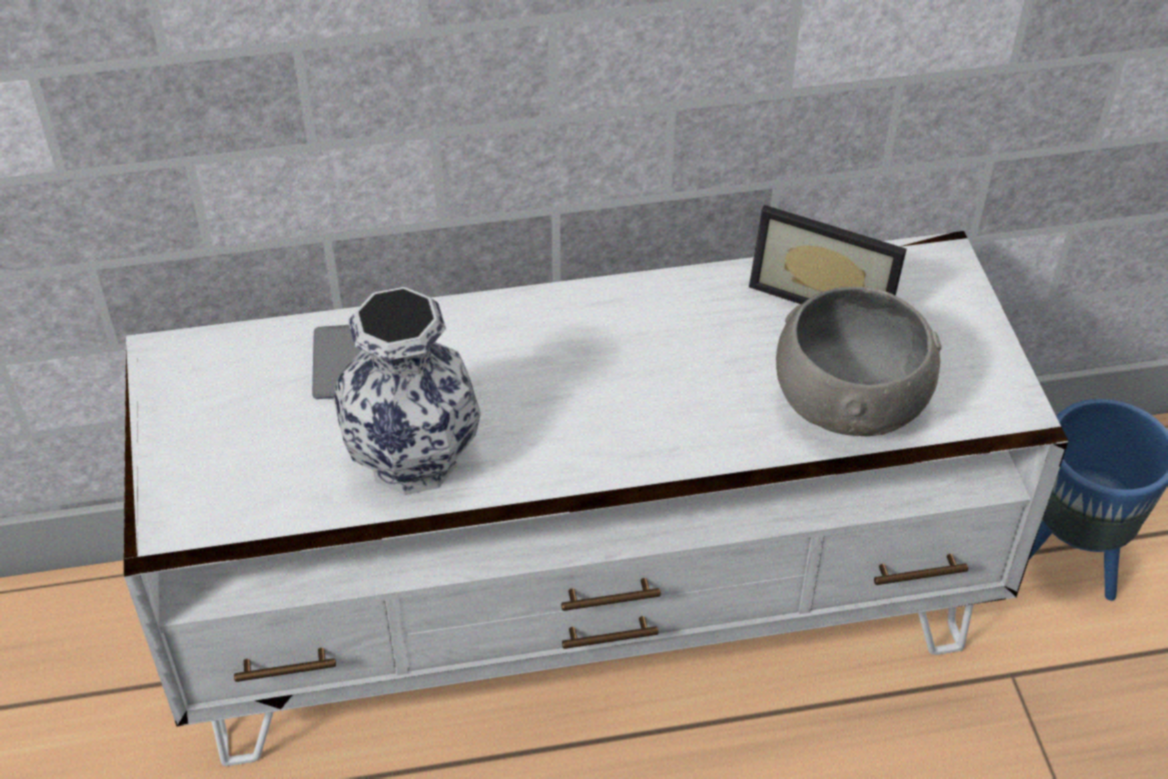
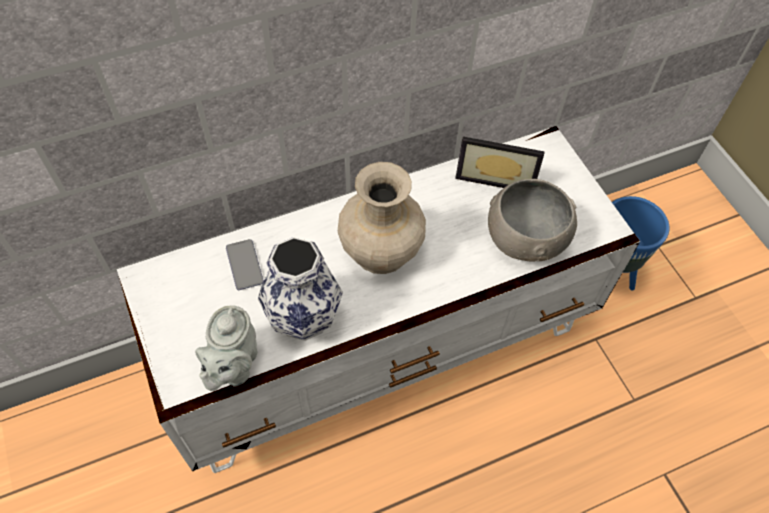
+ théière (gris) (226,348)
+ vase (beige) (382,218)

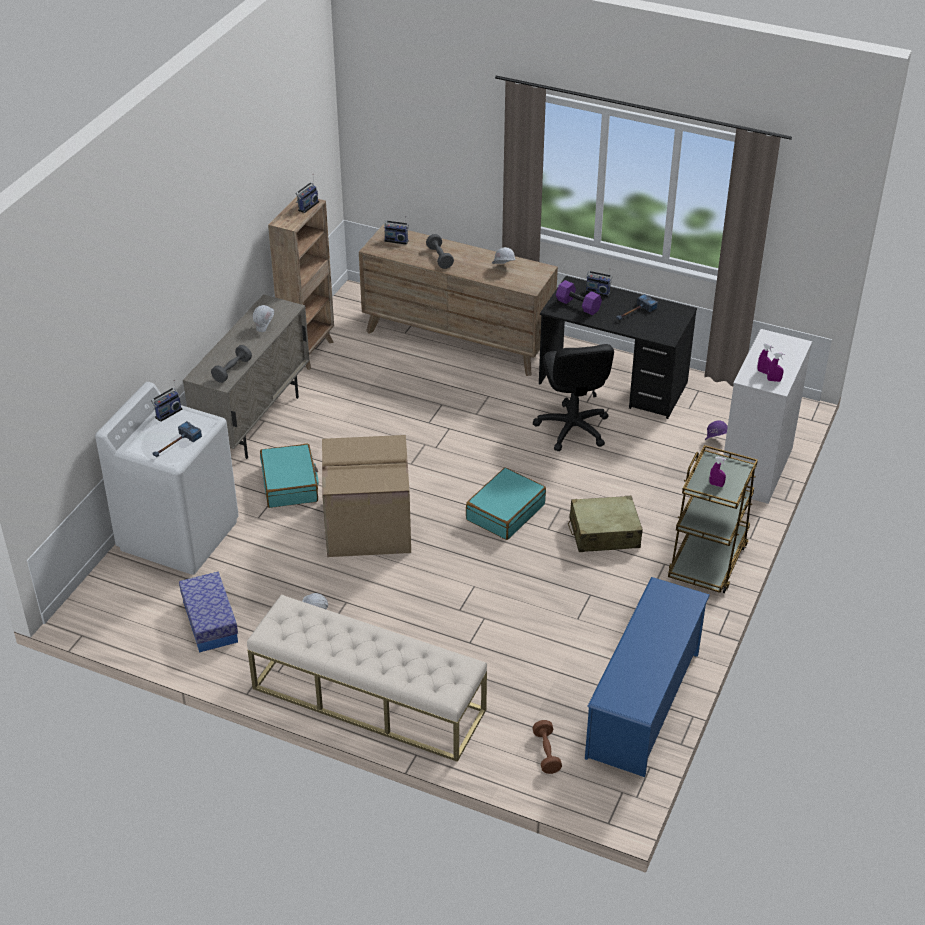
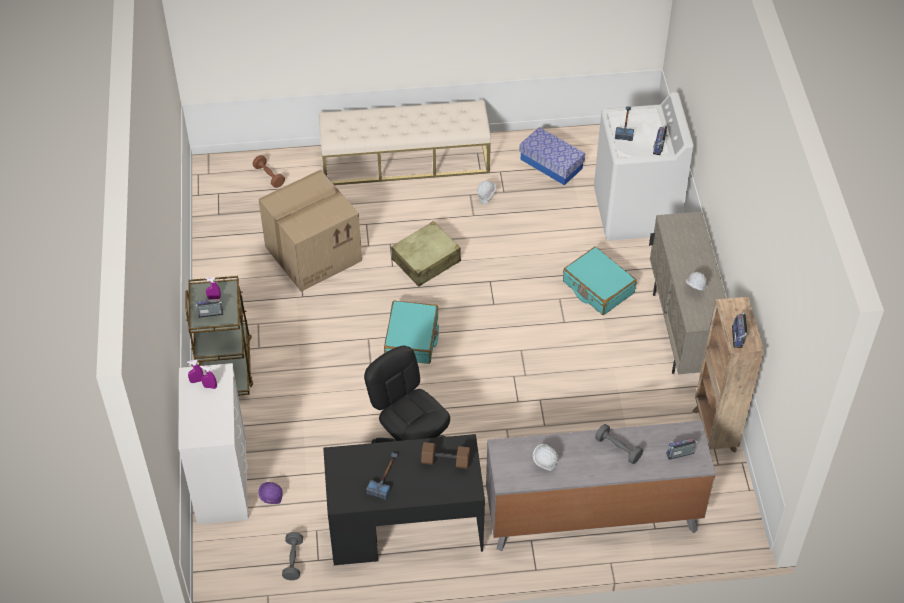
~ radio (599,282) to (209,306)
~ carton (366,496) to (310,231)
~ haltère (gris) (231,364) to (292,556)
~ valise (beige) (605,524) to (426,254)
~ haltère (violet) (579,297) to haltère (marron) (445,455)
~ commode (marron) (458,300) to commode (gris) (601,486)
- étagère à chaussures (bleu) (647,677)

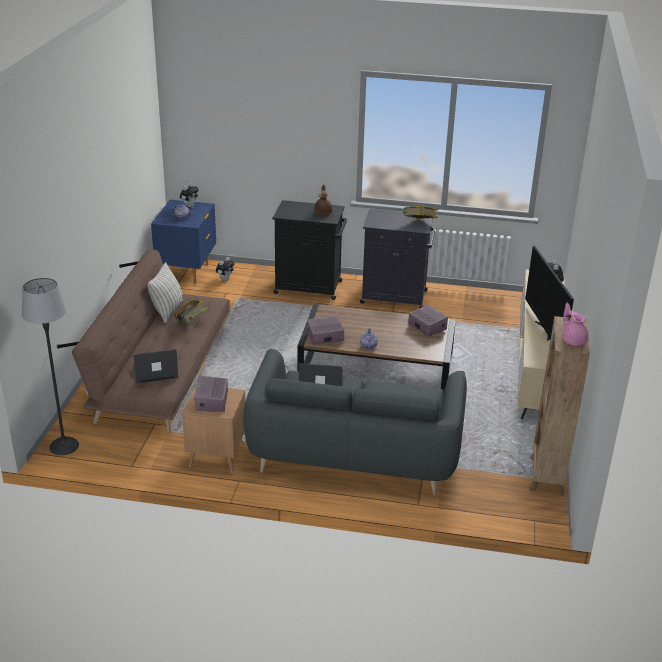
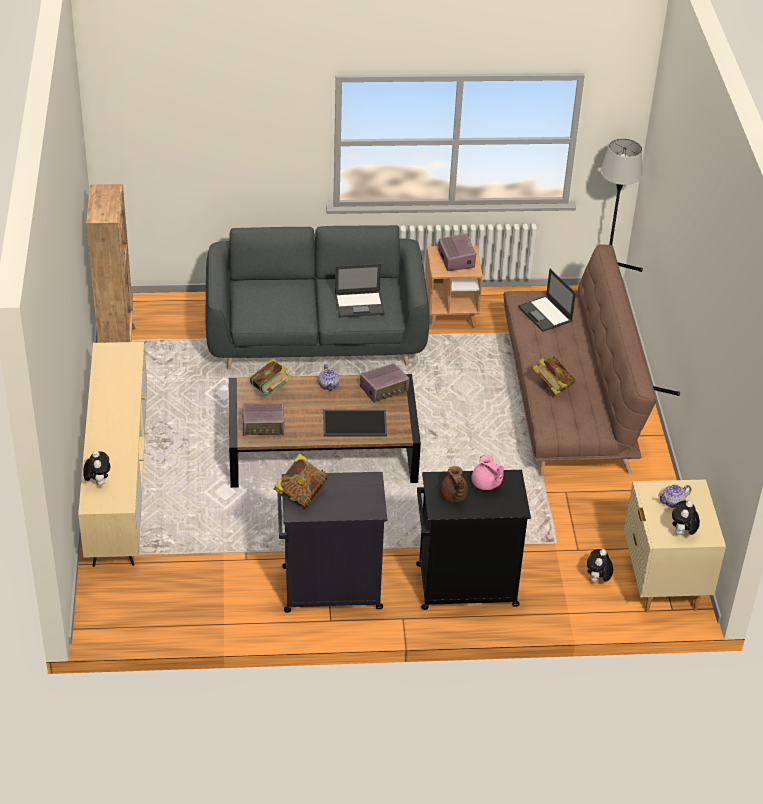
~ radio (428,320) = (263,419) 45 degrees counterclockwise
+ livre (271,377)
+ plateau (355,423)
~ théière (rose) (575,324) to (487,472)
~ ordinateur portable (155,366) = (547,300) 90 degrees clockwise
~ table de chevet (bleu) (183,242) to table de chevet (beige) (675,545)
- coussin (165,292)
- téléviseur (549,293)

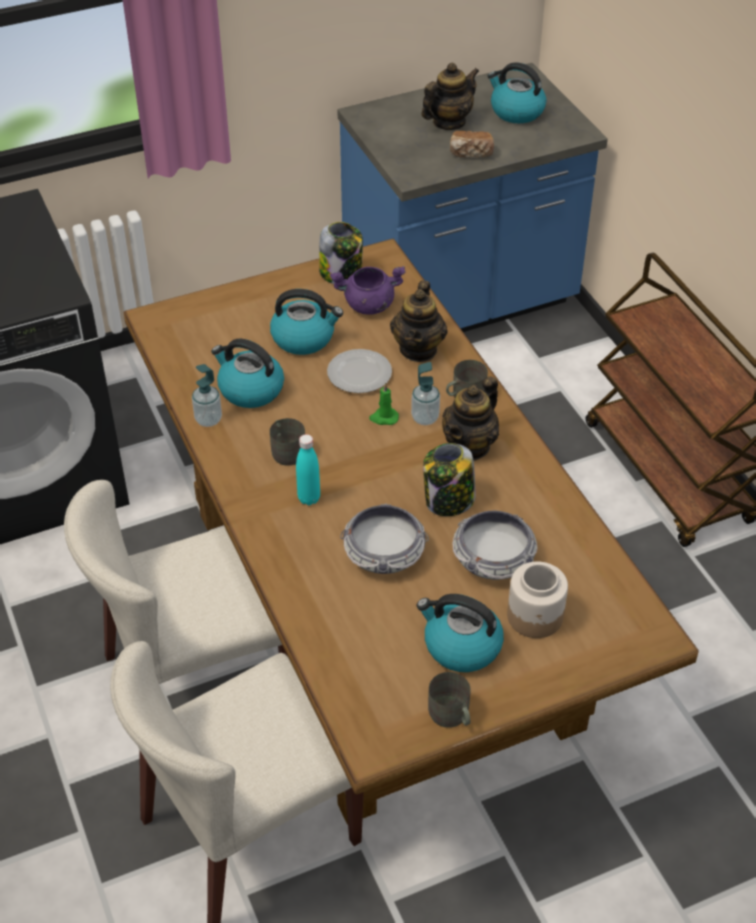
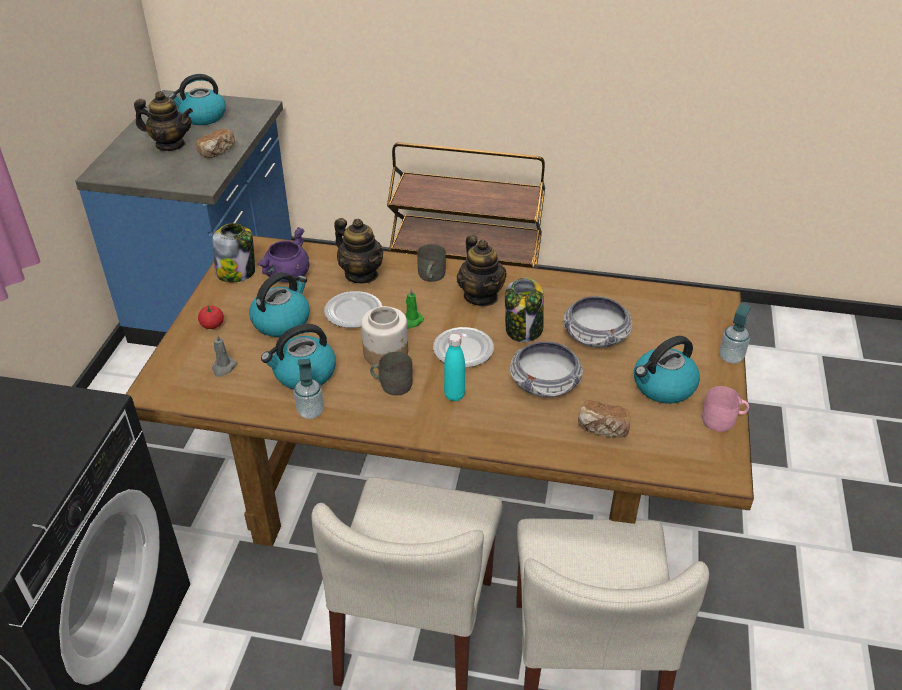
~ théière (450,96) = (163,121) 105 degrees clockwise
+ tomate (211,317)
+ bougie (gris) (224,355)
~ bocal (537,599) to (384,335)
+ assiette (463,347)
+ pain (604,419)
~ mug (gris) (449,700) to mug (rose) (725,409)
~ distributeur de savon (425,393) to (735,333)

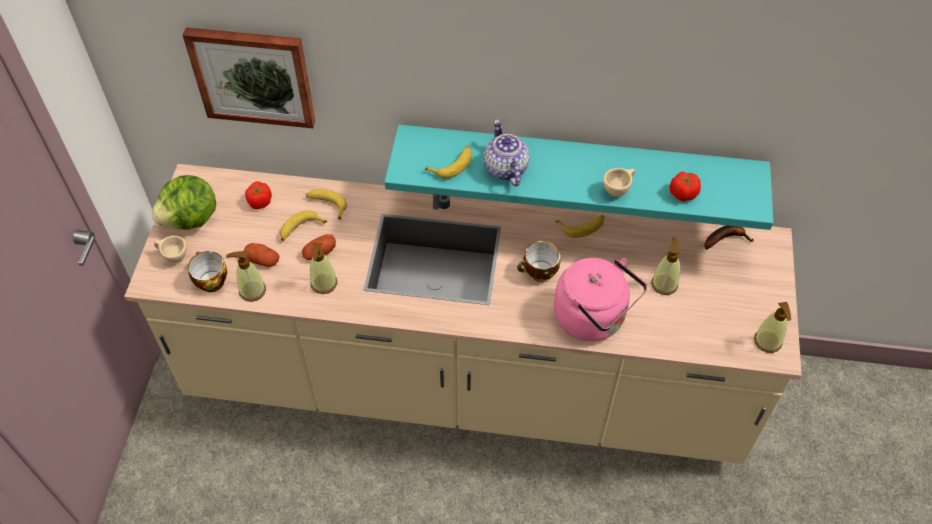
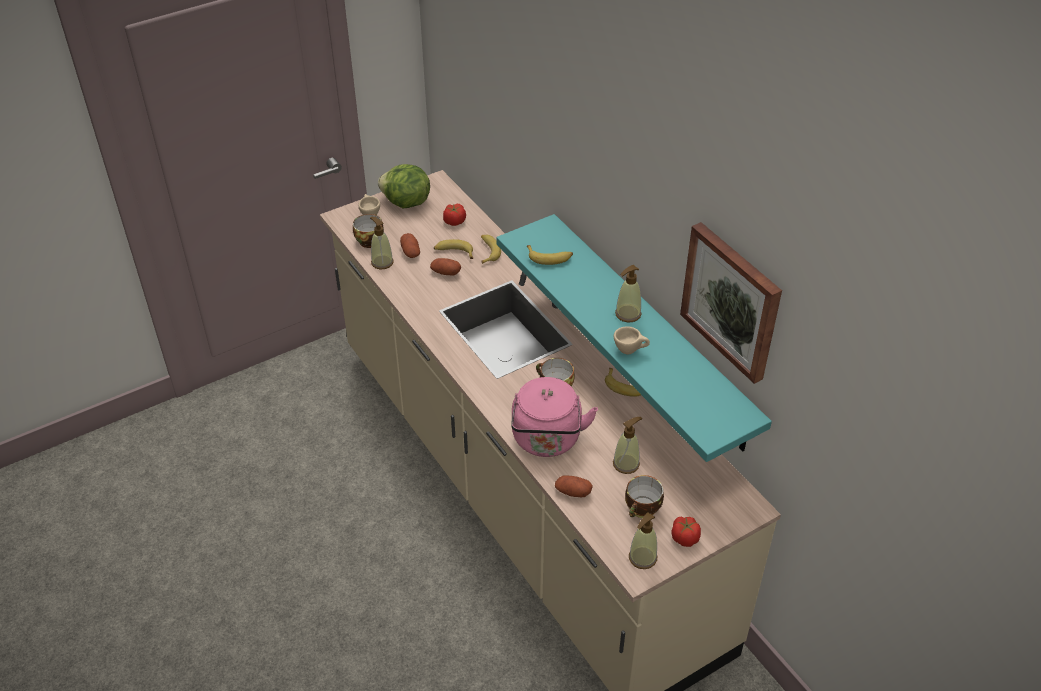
+ pomme de terre (574,486)
~ distributeur de savon (323,268) to (628,293)
+ tasse (644,496)
~ tomate (685,186) to (686,532)
~ tableau (249,77) to (731,303)
- théière (507,153)
- banane (729,237)

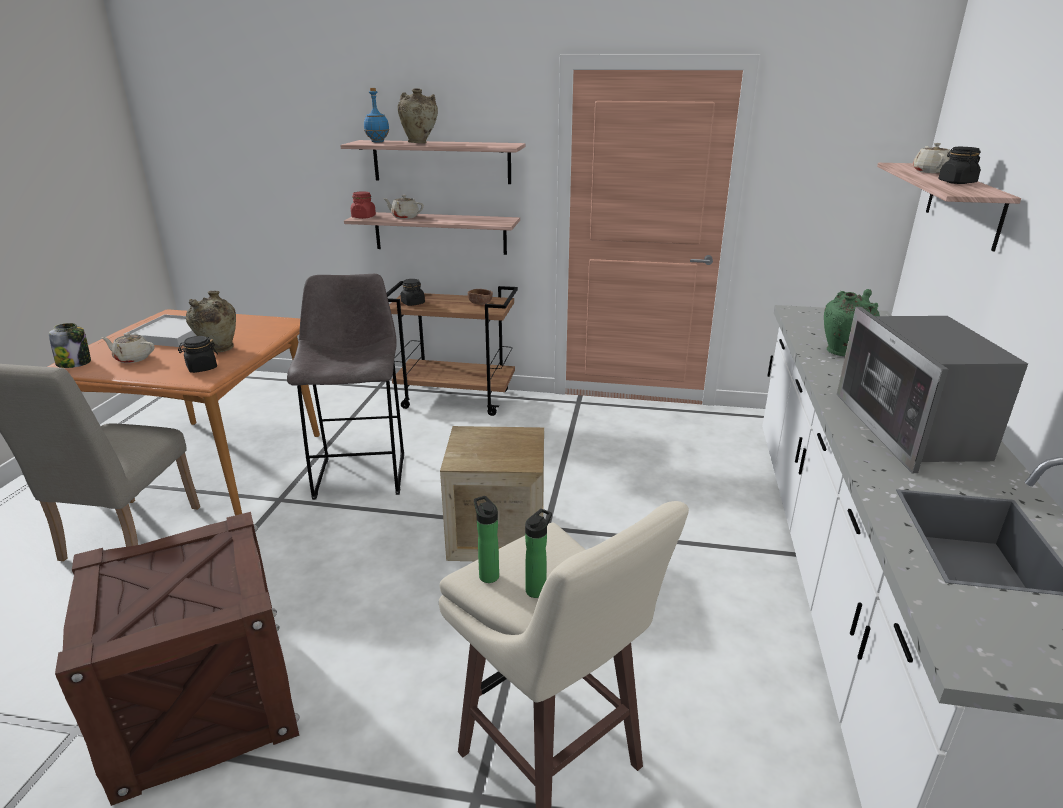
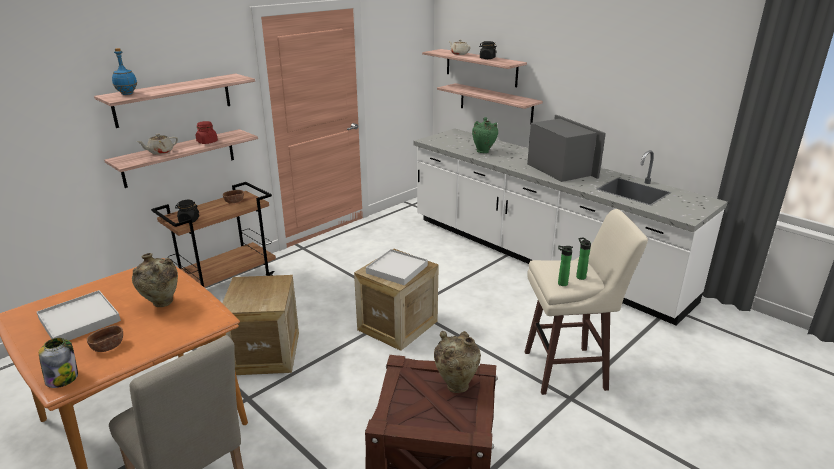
~ théière (beige) (128,348) to bol (marron) (105,338)
~ bocal (rouge) (363,205) to (207,132)
~ tabouret (gris) (345,387) to caisse (260,325)
+ plateau (blanc) (397,267)
~ vase (beige) (417,115) to (457,362)
+ étagère (490,104)
~ micro-ondes (932,390) = (566,148) 150 degrees counterclockwise
- bocal (noir) (198,354)

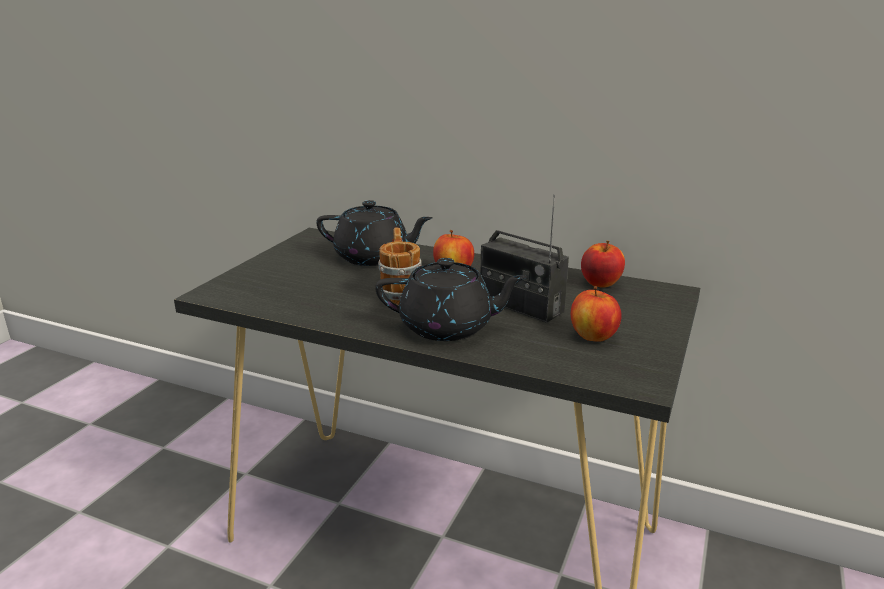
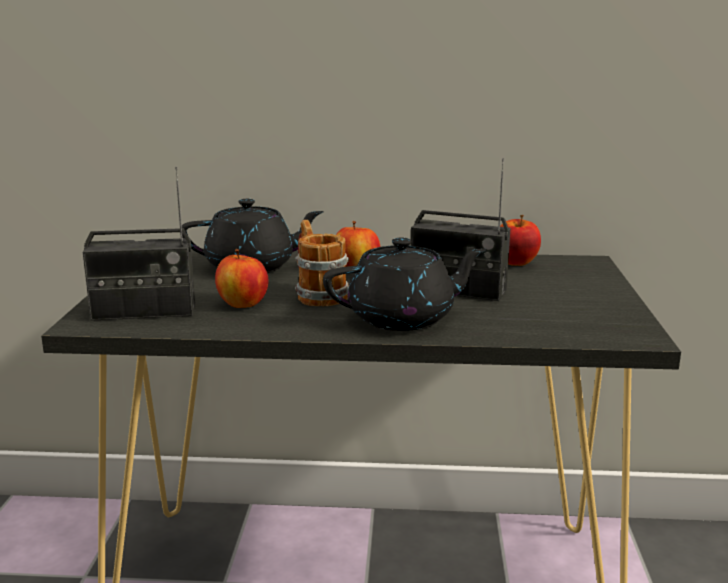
+ radio (139,244)
~ pomme (596,314) to (241,278)

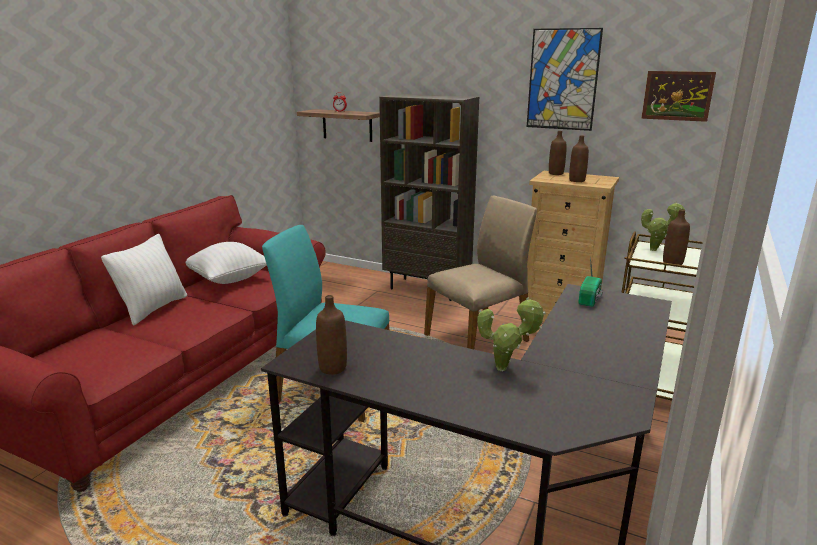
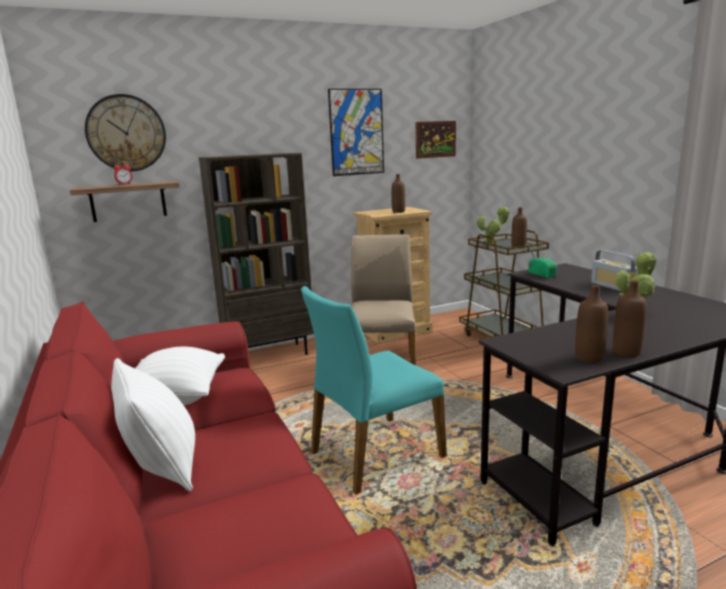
+ horloge murale (125,132)
+ radio (614,271)
~ bouteille (marron) (558,153) to (630,318)

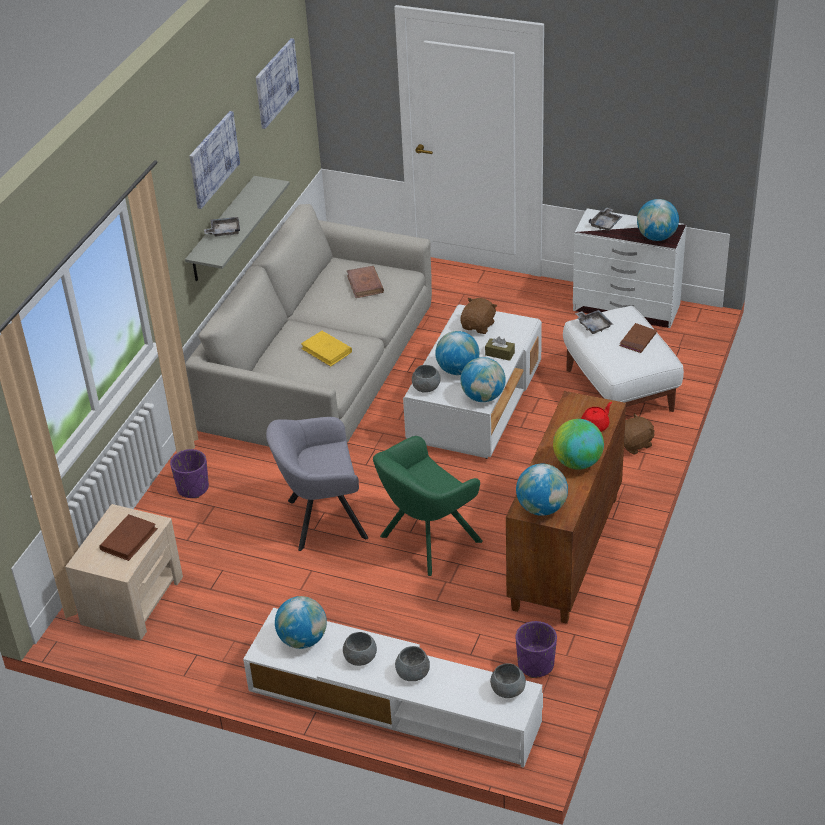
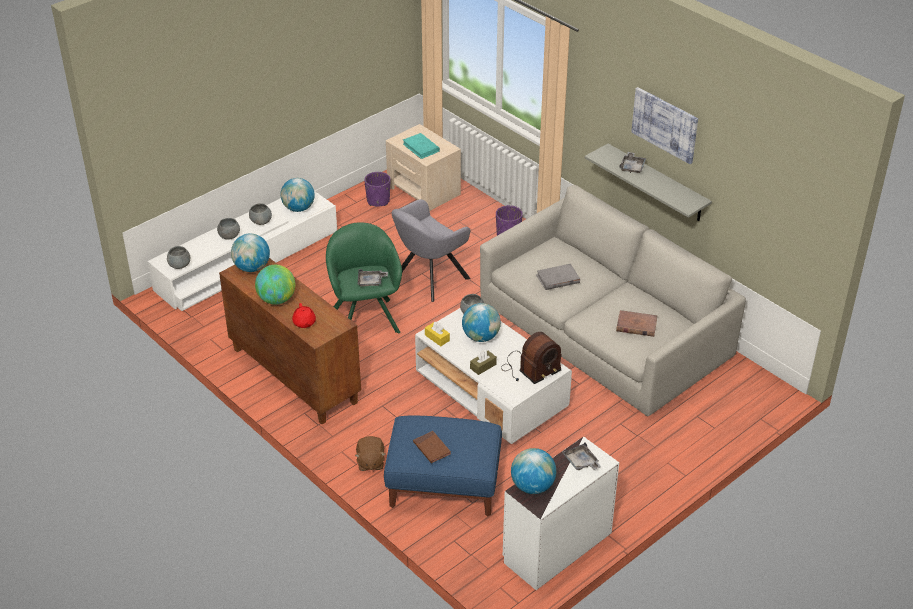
~ plateau (gris) (594,322) to (372,278)
~ cache-pot (violet) (536,649) to (377,189)
~ pouf (blanc) (623,359) to pouf (bleu) (443,466)
~ fauteuil (gris) (317,484) = (430,250) 150 degrees counterclockwise
~ livre (marron) (128,537) to livre (turquoise) (421,146)
~ globe (483,379) to boîte à mouchoirs (jaune) (437,334)
~ peluche (marron) (478,316) to radio (531,358)
~ livre (jaune) (326,349) to livre (gris) (558,277)
- tableau (277,83)

